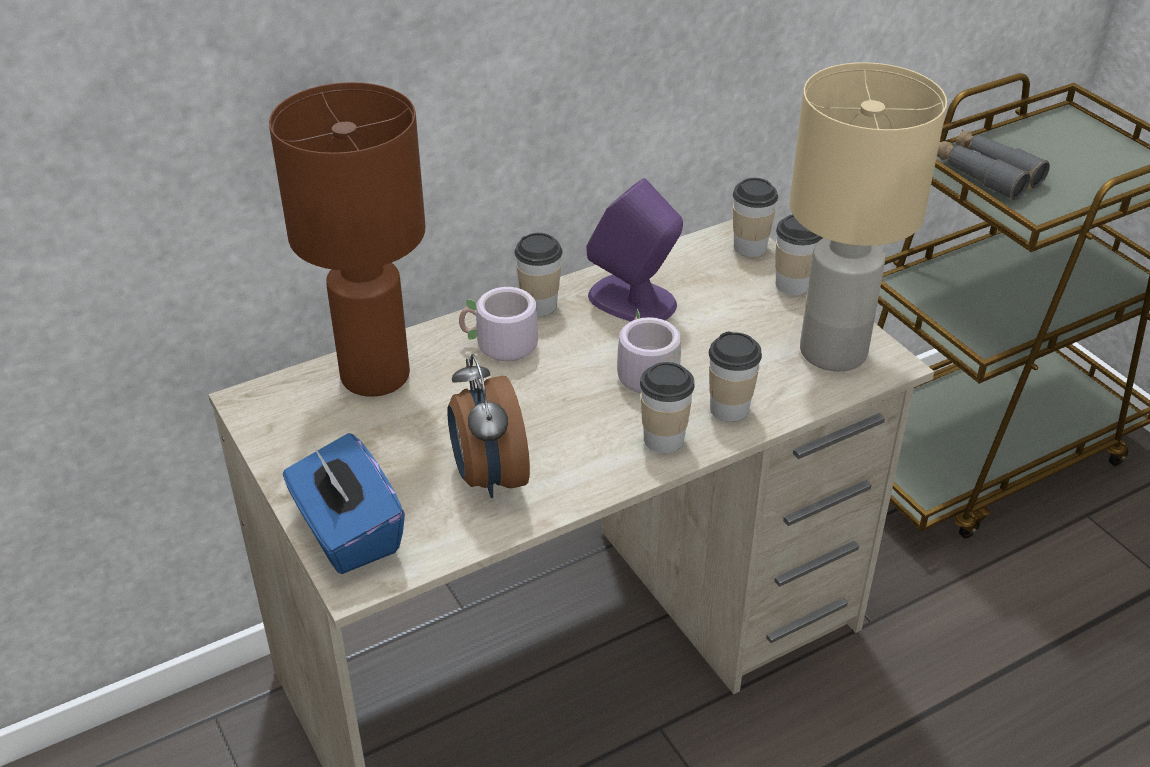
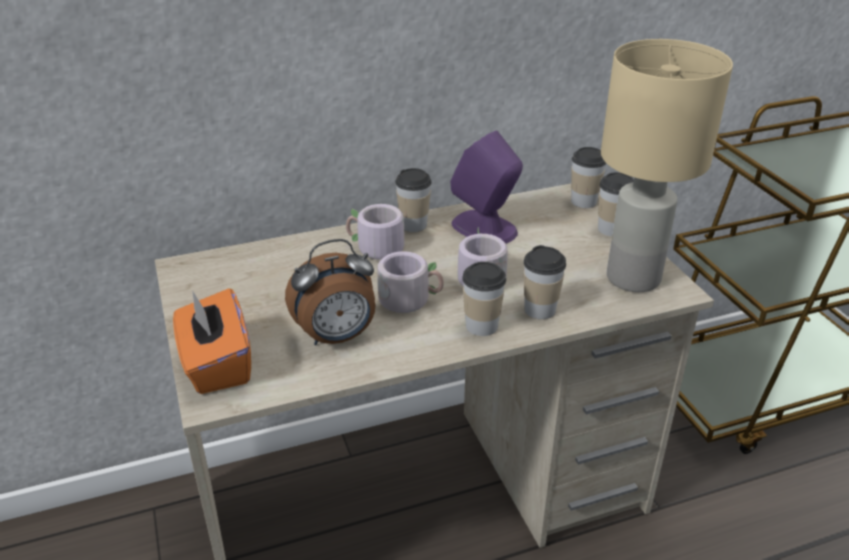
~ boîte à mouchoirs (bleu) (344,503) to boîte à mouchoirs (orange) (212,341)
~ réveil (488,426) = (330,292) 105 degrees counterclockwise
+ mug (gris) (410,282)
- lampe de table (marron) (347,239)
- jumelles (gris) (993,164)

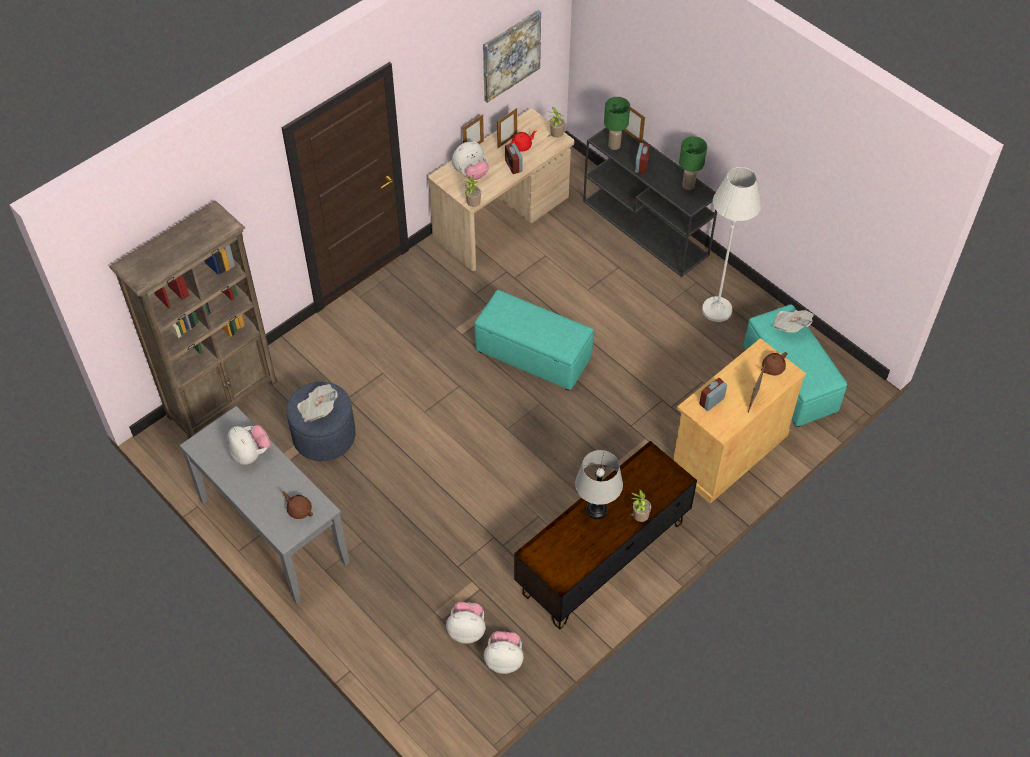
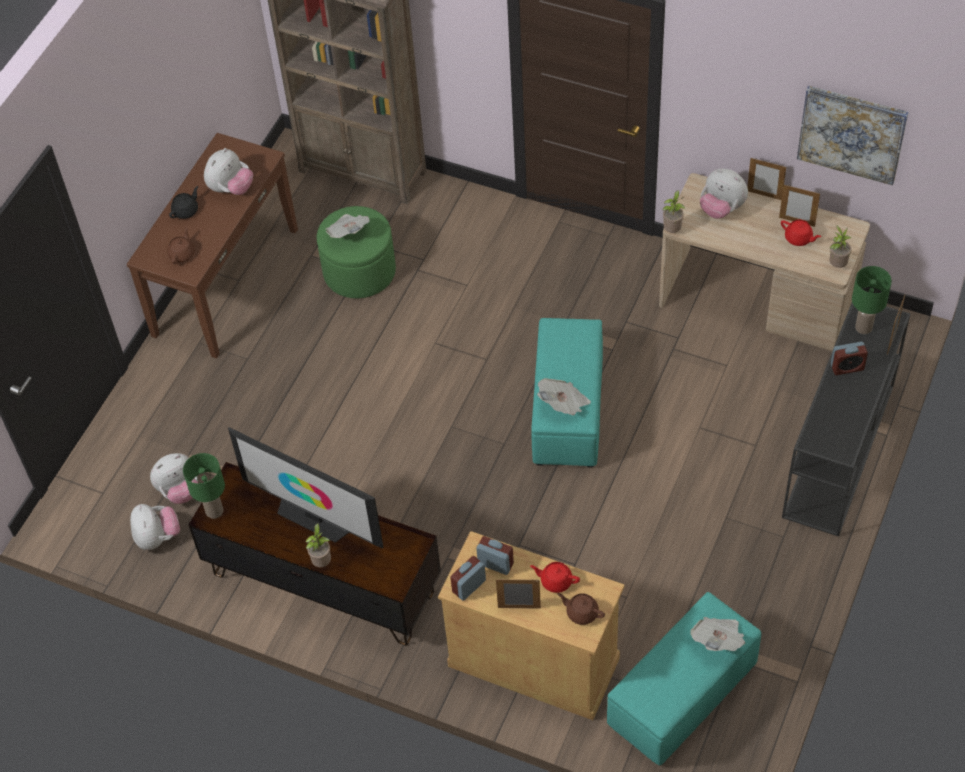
~ table console (gris) (265,505) to table console (marron) (212,246)
~ peluche (465,623) = (174,478) 75 degrees clockwise
+ théière (noir) (183,202)
~ lampe de table (vert) (693,163) to (204,486)
~ lampe de table (gris) (599,484) to téléviseur (305,488)
~ pouf (bleu) (321,421) to pouf (vert) (356,252)
~ réveil (514,158) to (468,578)
+ théière (rouge) (555,577)
+ journal (564,396)
- lampadaire (blanc) (732,244)

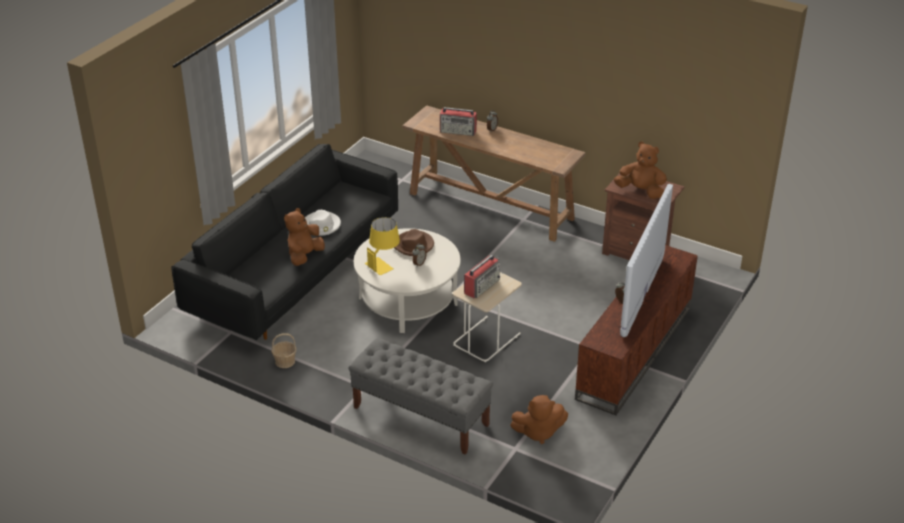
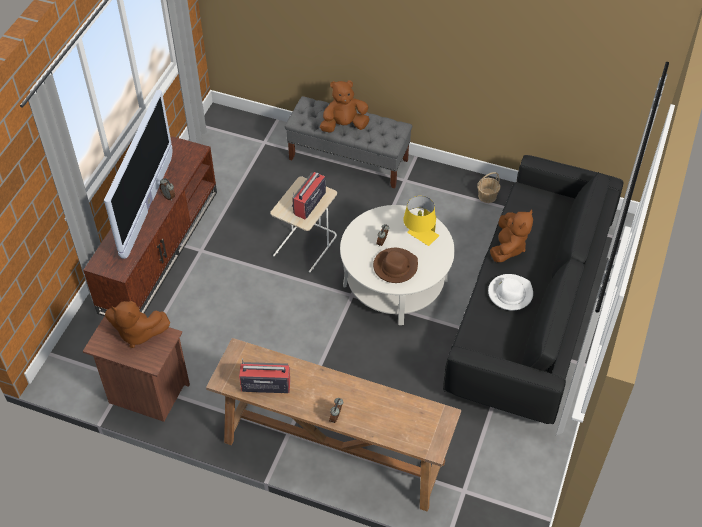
~ radio (458,121) to (264,375)
~ peluche (marron) (539,419) to (345,106)

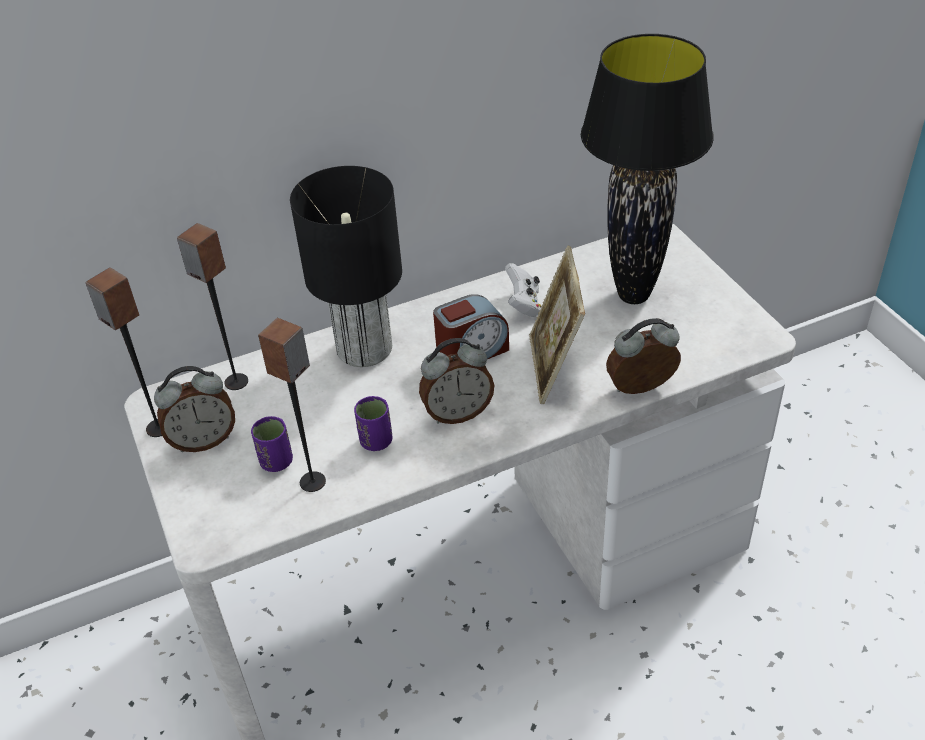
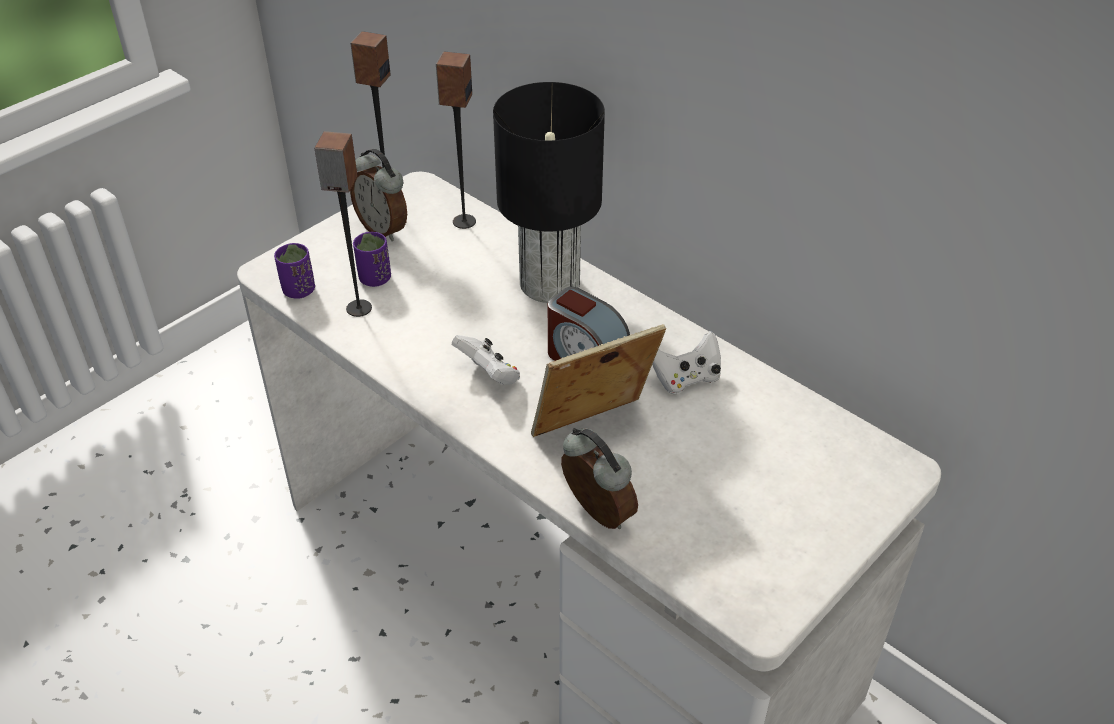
~ tasse (violet) (373,423) to (294,271)
~ réveil (456,381) to manette (blanc) (486,360)
- lampe de table (noir) (647,169)

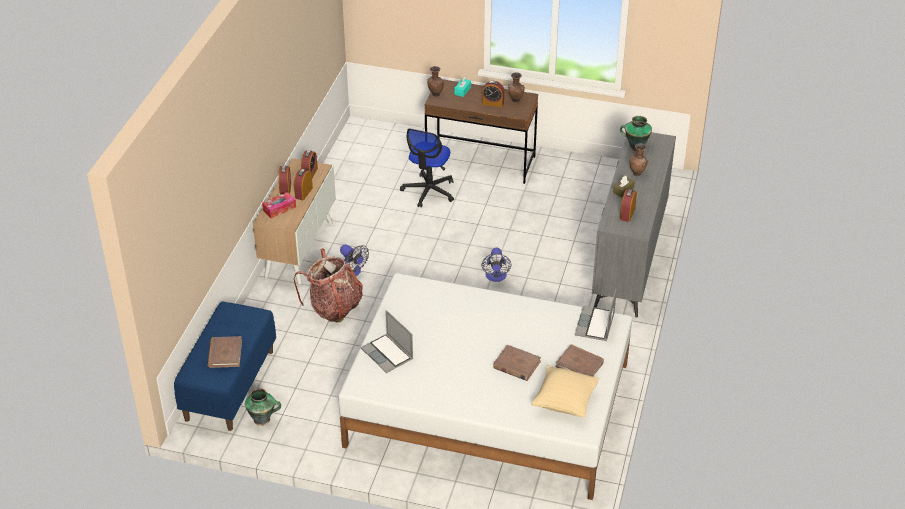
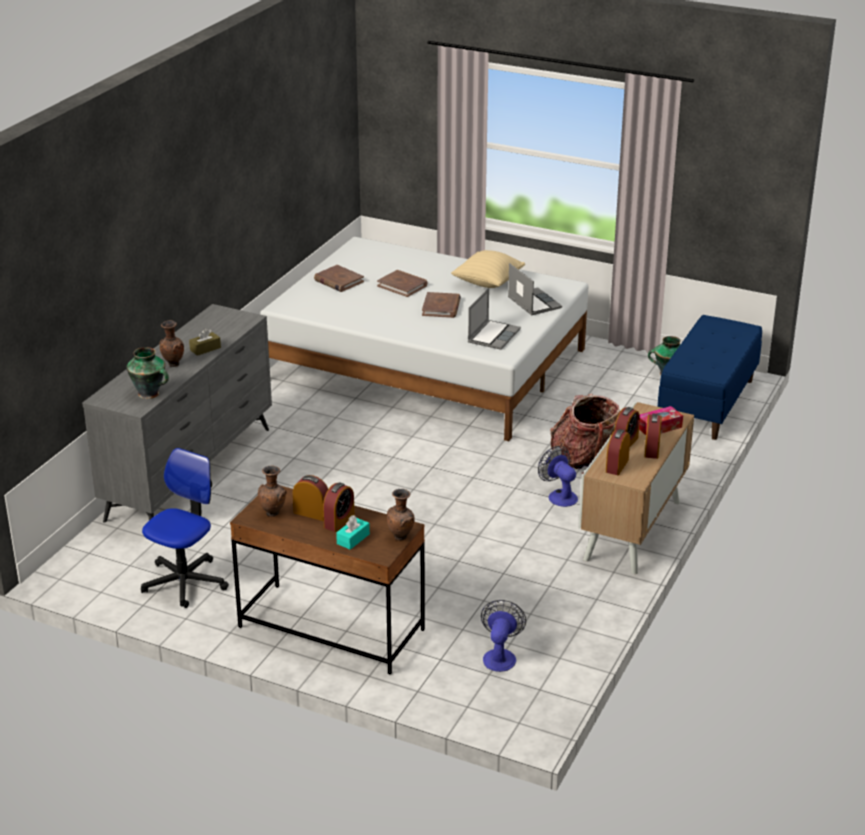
~ chaise de bureau (427,168) to (185,528)
~ réveil (628,205) to (339,507)
~ livre (marron) (224,352) to (441,305)
~ coussin (beige) (565,392) to (488,269)
~ ordinateur portable (596,314) to (494,319)
~ ventilateur (496,265) to (503,636)

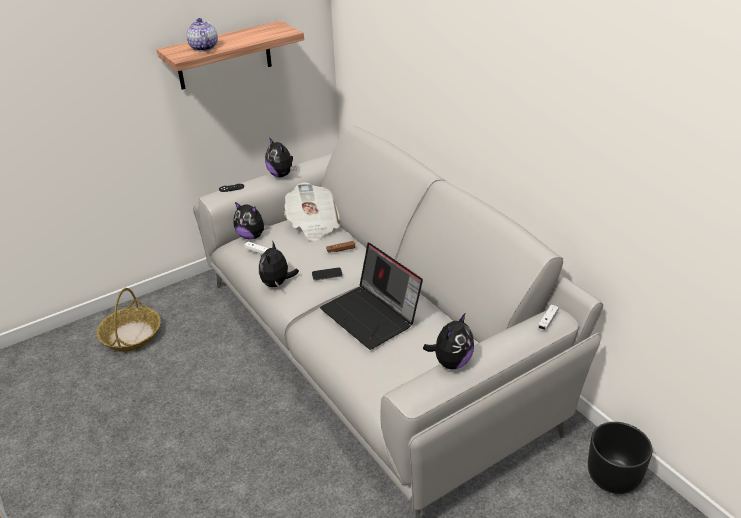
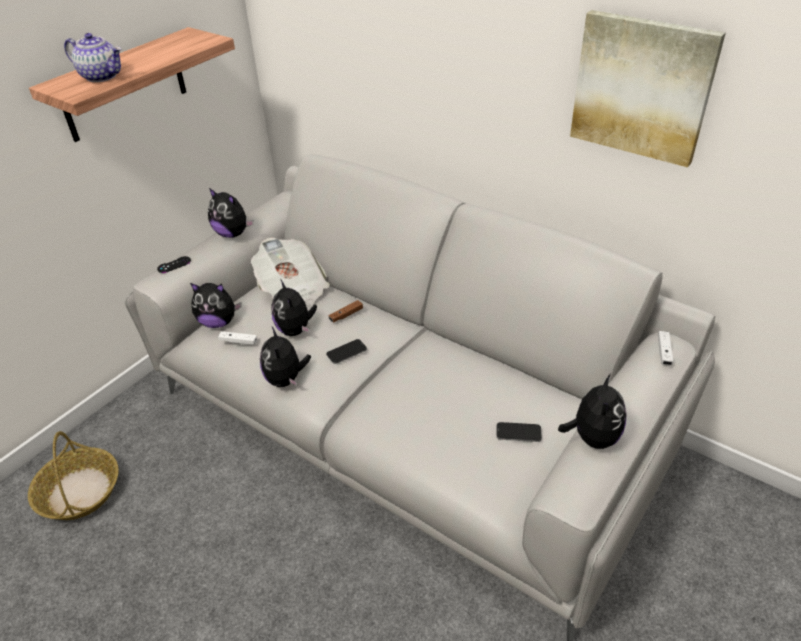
~ théière (202,34) = (93,57) 150 degrees clockwise
+ peluche (294,307)
+ téléphone (519,432)
+ tableau (648,88)
- ordinateur portable (371,296)
- cache-pot (noir) (620,458)

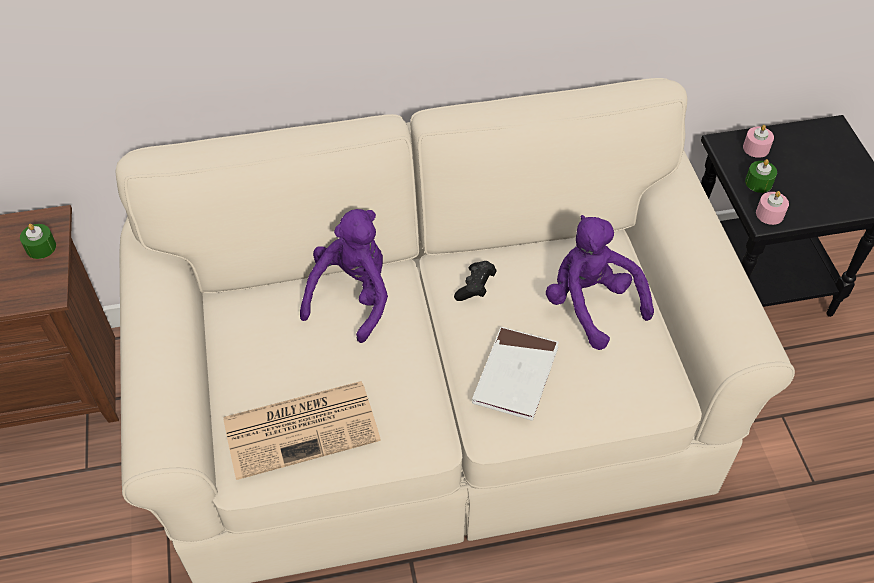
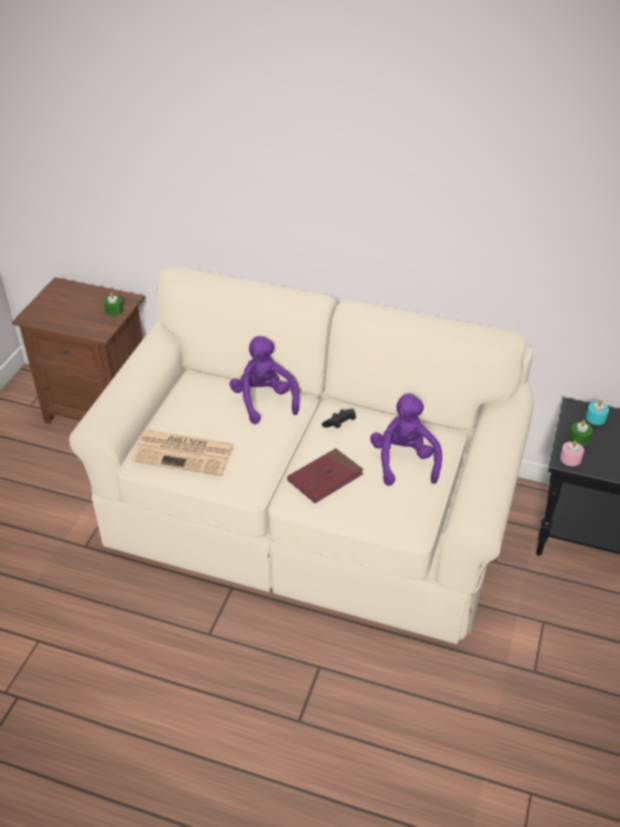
~ peluche (violet) (344,276) = (265,380) 75 degrees counterclockwise
~ livre (blanc) (515,374) to livre (rouge) (325,475)
~ bougie (rose) (758,141) to bougie (turquoise) (597,412)

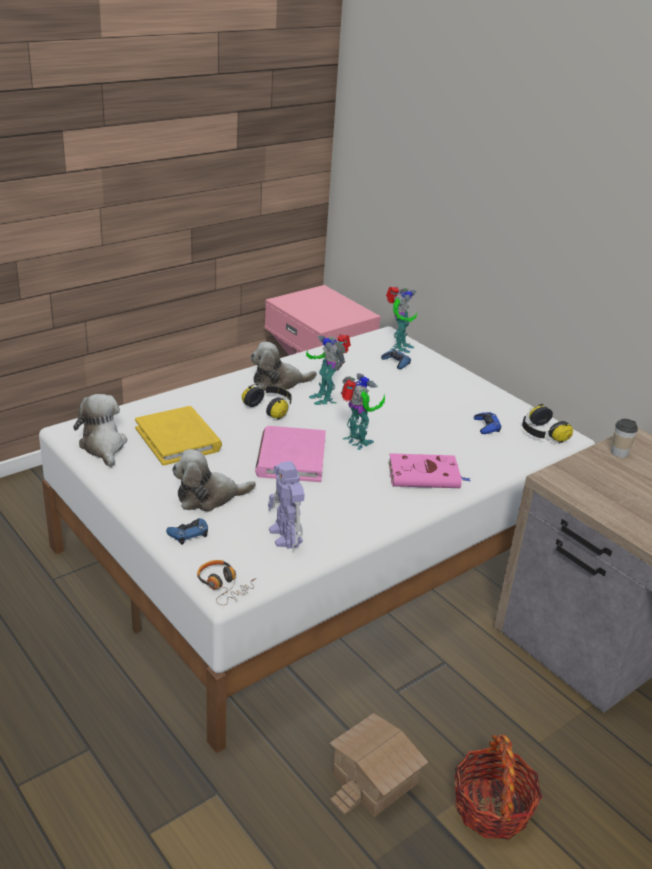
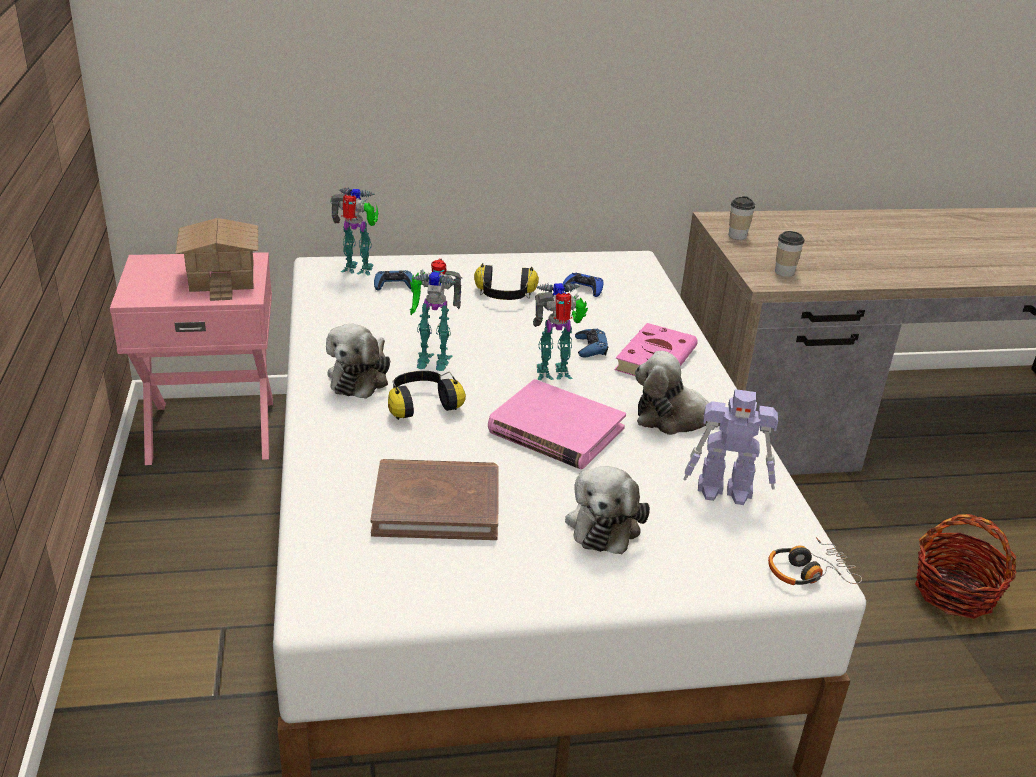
~ maison miniature (379,765) to (216,259)
~ robot jouet (401,320) = (354,231) 45 degrees counterclockwise
~ livre (jaune) (178,436) to livre (marron) (434,499)
~ casque audio (547,424) to (506,281)
~ manette (bleu) (187,531) to (591,343)
~ peluche (100,430) to (677,393)
+ tasse (789,254)

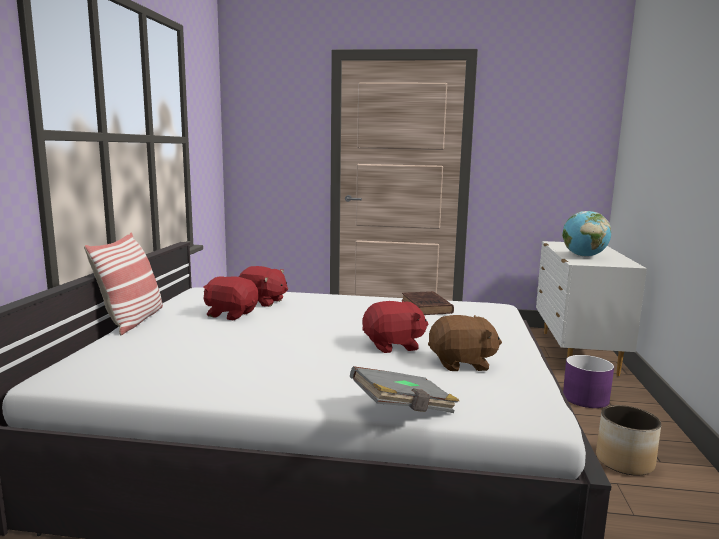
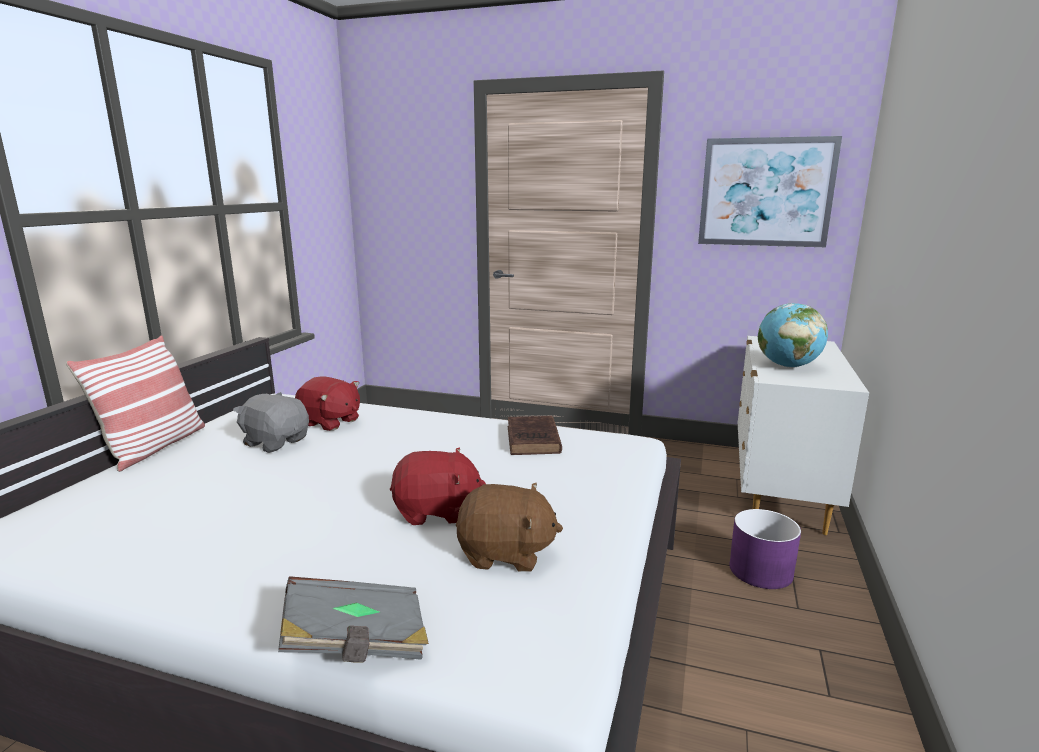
~ peluche (rouge) (230,298) to peluche (gris) (271,422)
+ tableau (770,191)
- cache-pot (628,440)

